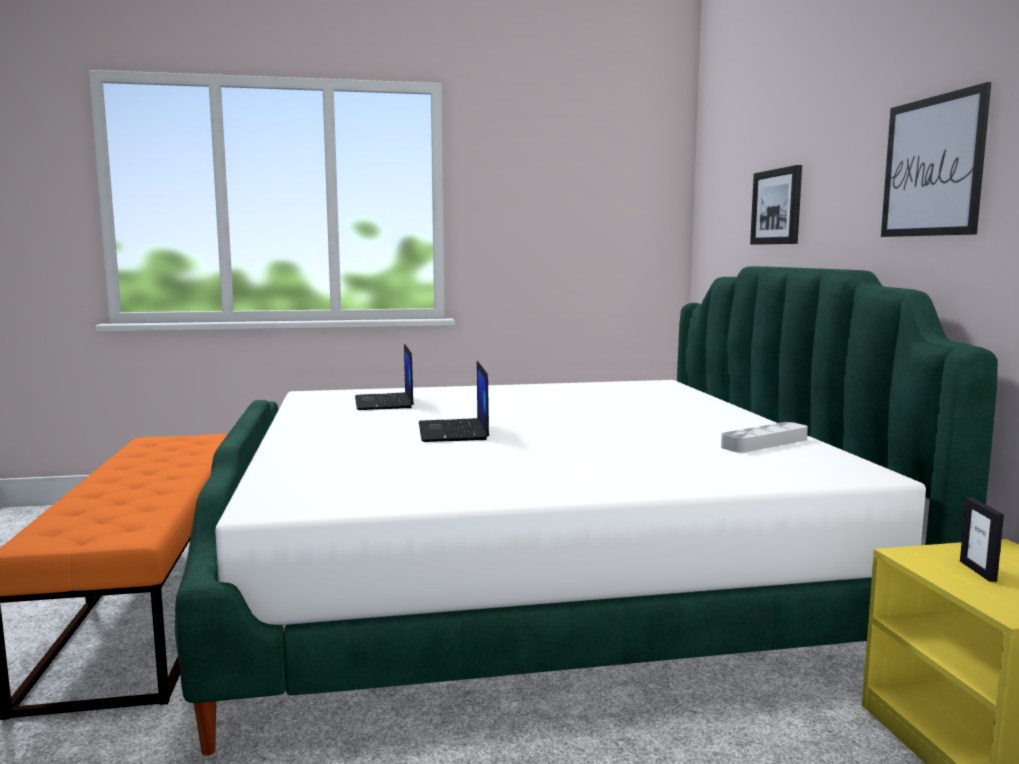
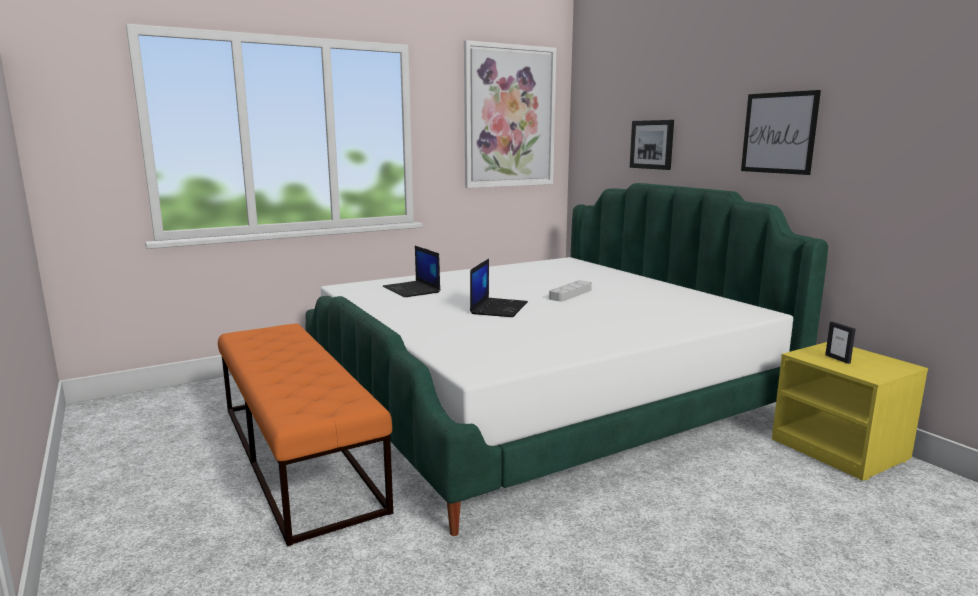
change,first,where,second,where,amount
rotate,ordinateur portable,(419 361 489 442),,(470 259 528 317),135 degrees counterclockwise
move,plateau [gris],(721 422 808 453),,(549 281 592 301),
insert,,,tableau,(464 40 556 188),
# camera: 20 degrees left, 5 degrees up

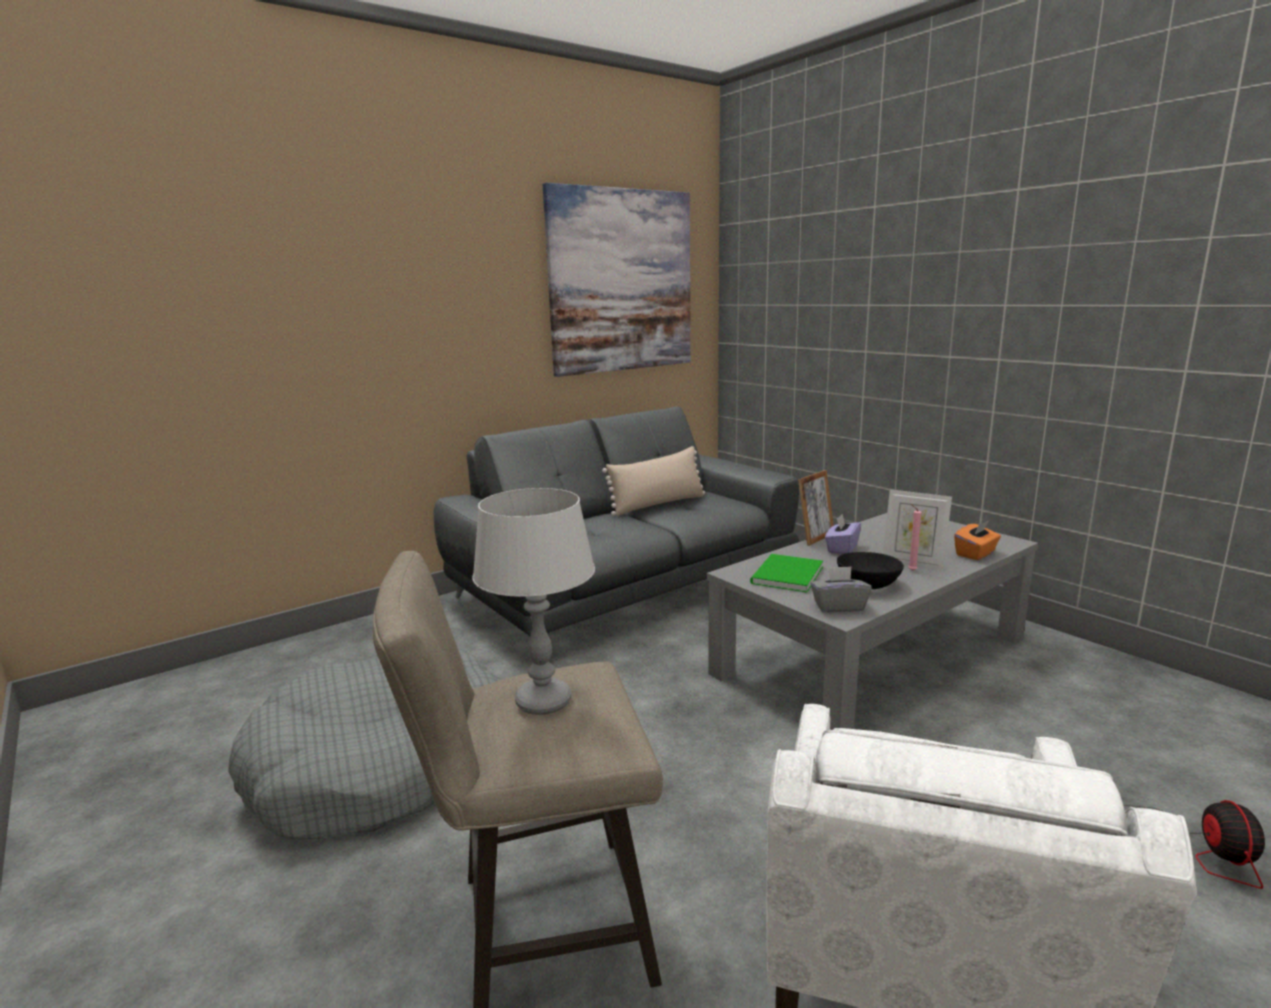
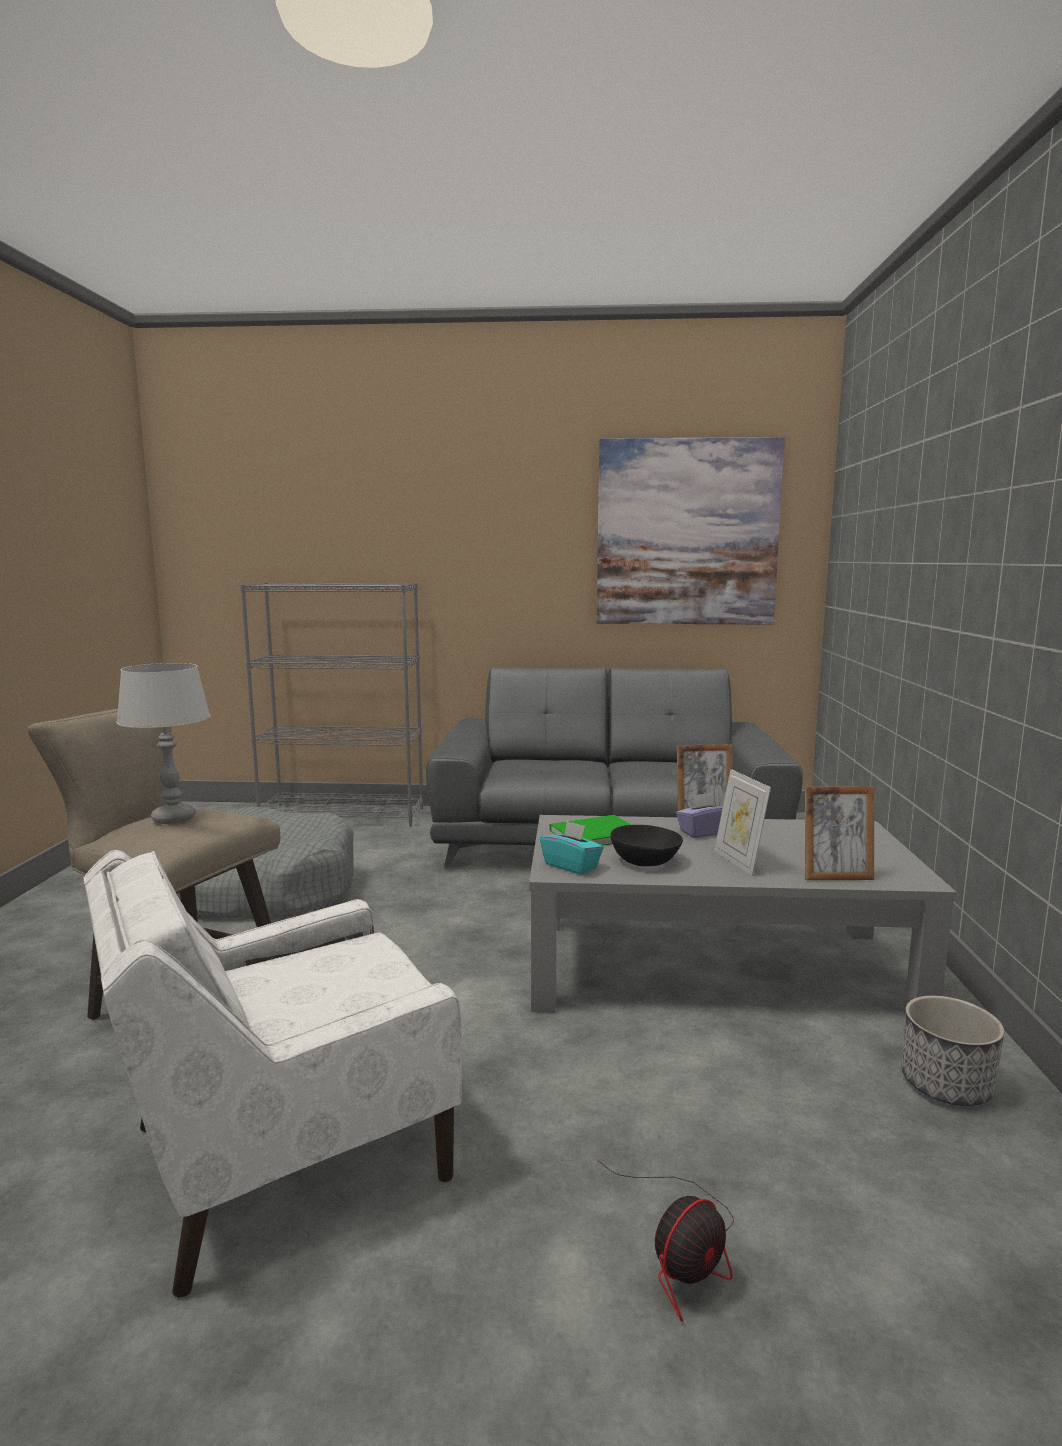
change,first,where,second,where,amount
delete,coussin [beige],(602 446 705 516),,,
recolor,boîte à mouchoirs [gris],(811 566 872 612),boîte à mouchoirs [turquoise],(540 821 604 875),
delete,bougie [rose],(908 504 921 571),,,
replace,boîte à mouchoirs [orange],(954 521 1001 560),cadre photo,(805 786 874 880),
insert,,,bibliothèque [gris],(240 583 423 827),
insert,,,cache-pot,(902 996 1004 1106),
# camera: 40 degrees right, 5 degrees down

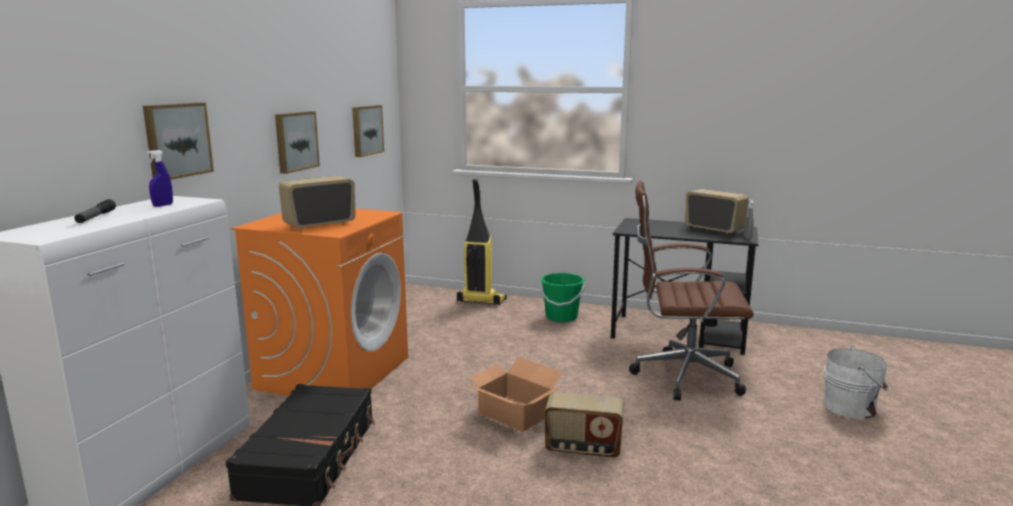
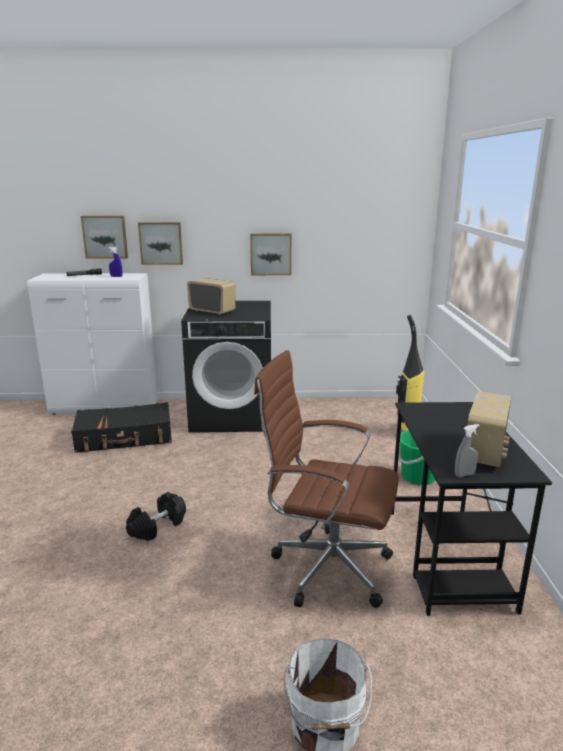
change,first,where,second,where,amount
recolor,lave-linge [orange],(232 208 408 396),lave-linge [noir],(181 301 271 432),
move,tableau,(352 105 384 157),,(81 216 128 259),
delete,carton,(466 357 563 432),,,
replace,radio,(545 392 624 459),haltère [noir],(126 492 186 541),
rotate,chaise de bureau [marron],(629 181 754 401),,(254 350 399 608),60 degrees counterclockwise
# camera: 70 degrees right, 5 degrees up

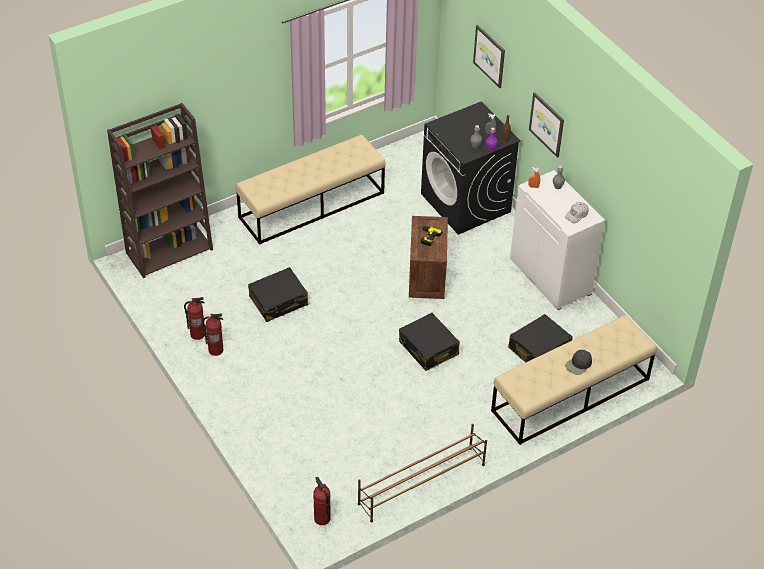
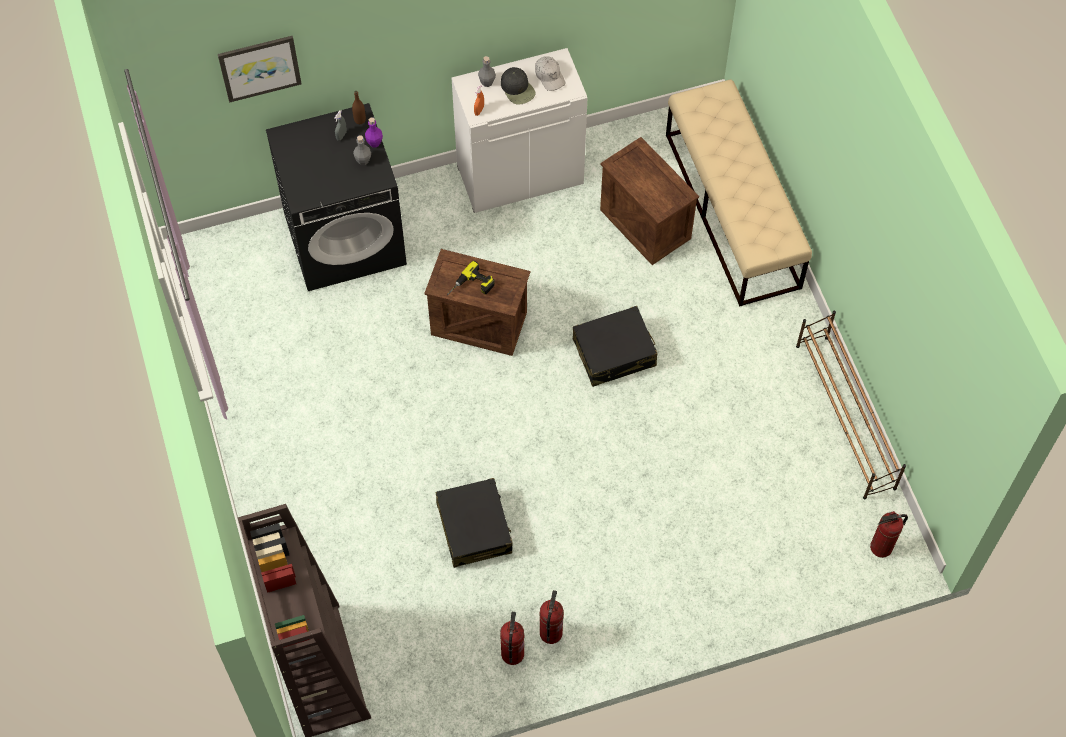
change,first,where,second,where,amount
delete,banc [beige],(236 135 386 245),,,
replace,valise [noir],(508 314 573 363),caisse,(600 137 699 265),
delete,tableau,(529 92 564 158),,,
move,casquette [noir],(565 350 592 375),,(501 67 536 105),
# camera: 75 degrees left, 15 degrees up

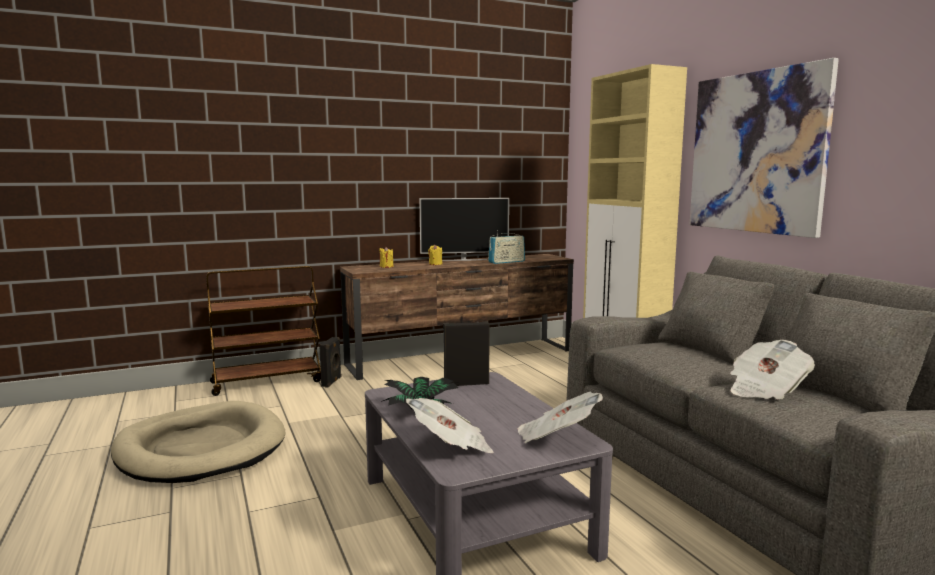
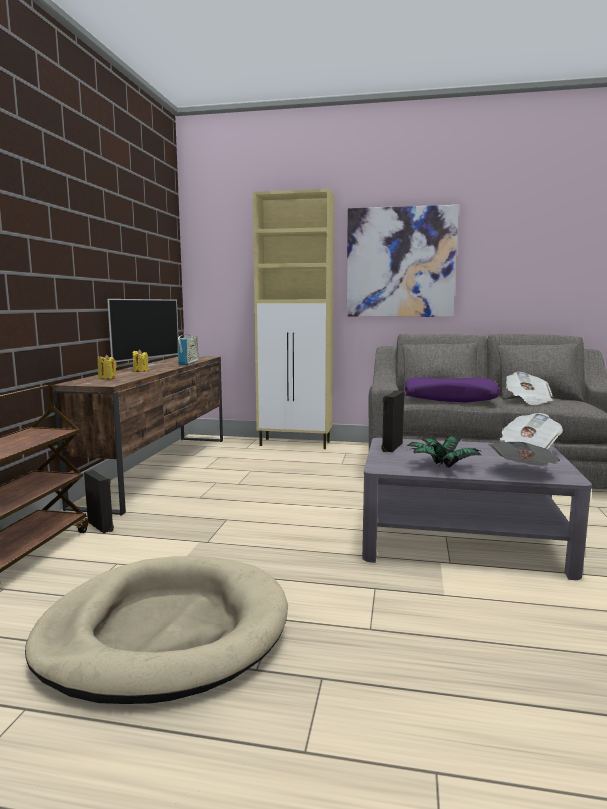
change,first,where,second,where,amount
insert,,,coussin [violet],(405 377 499 403),
# camera: 55 degrees left, 0 degrees up

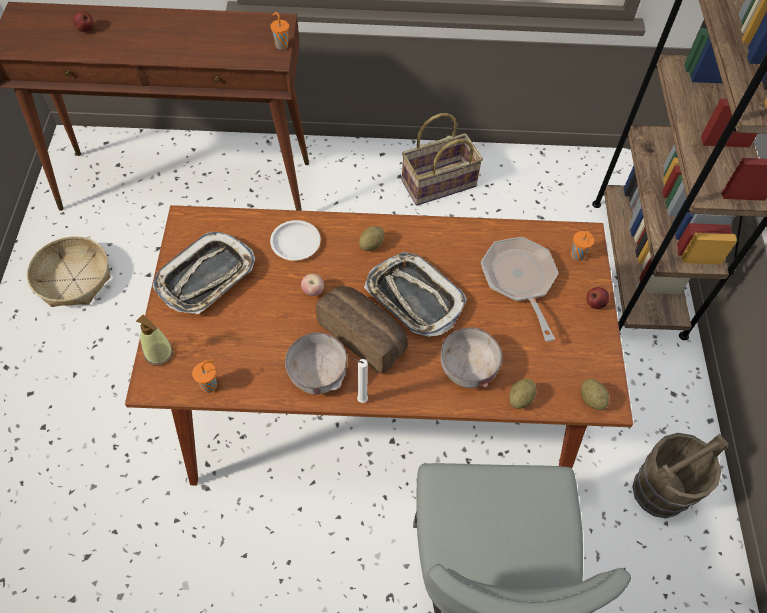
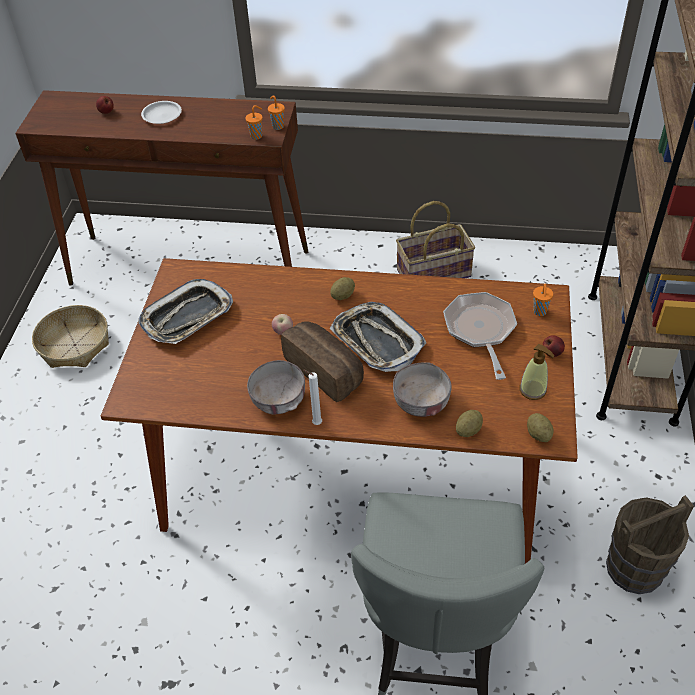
change,first,where,second,where,amount
move,distributeur de savon,(136 315 174 366),,(520 344 555 400),
move,tasse [orange],(192 359 217 393),,(245 105 263 140),
move,assiette [blanc],(270 220 321 261),,(141 101 182 124),
# camera: 10 degrees right, 10 degrees down

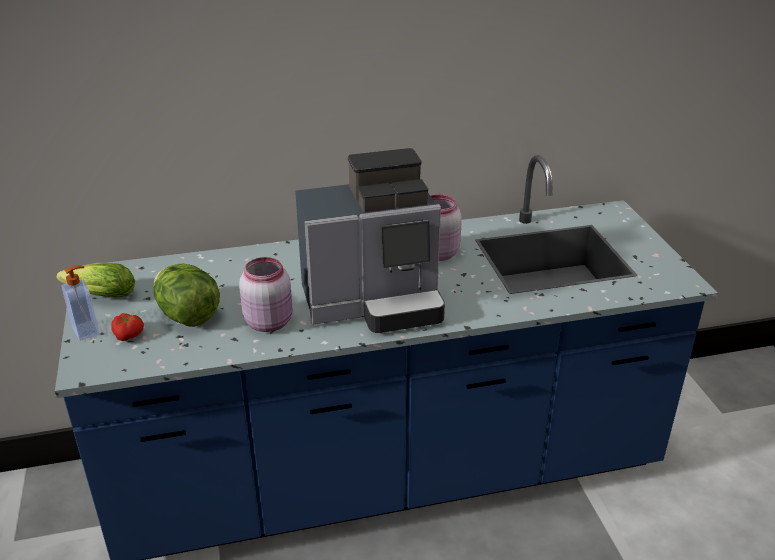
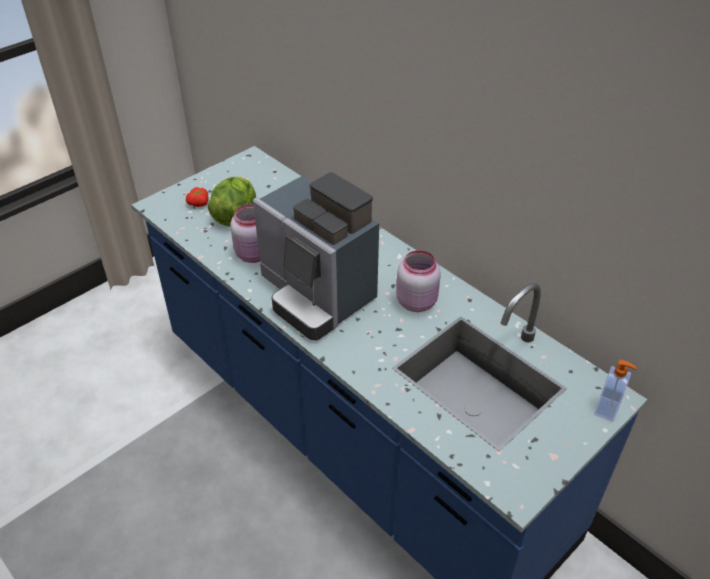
change,first,where,second,where,amount
delete,laitue,(57 263 135 298),,,
move,distributeur de savon,(62 265 100 341),,(594 360 637 422),
# camera: 60 degrees right, 10 degrees up

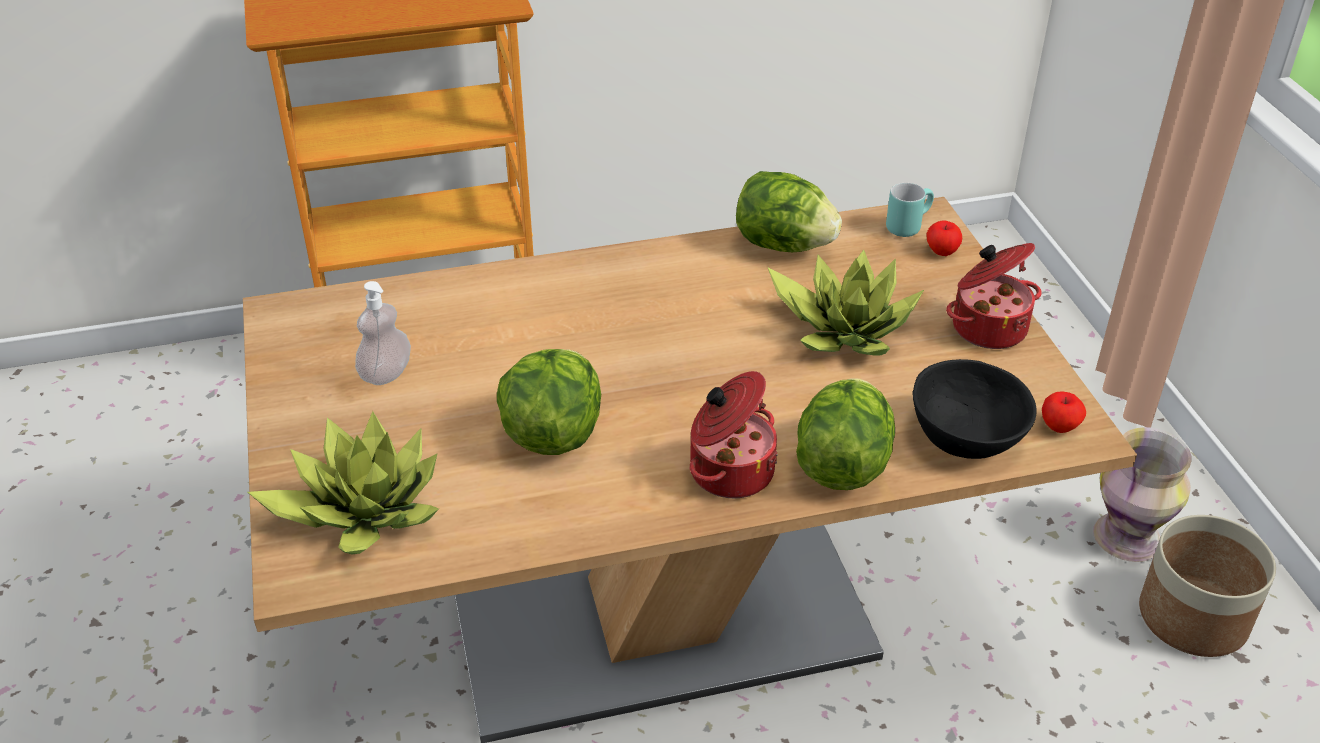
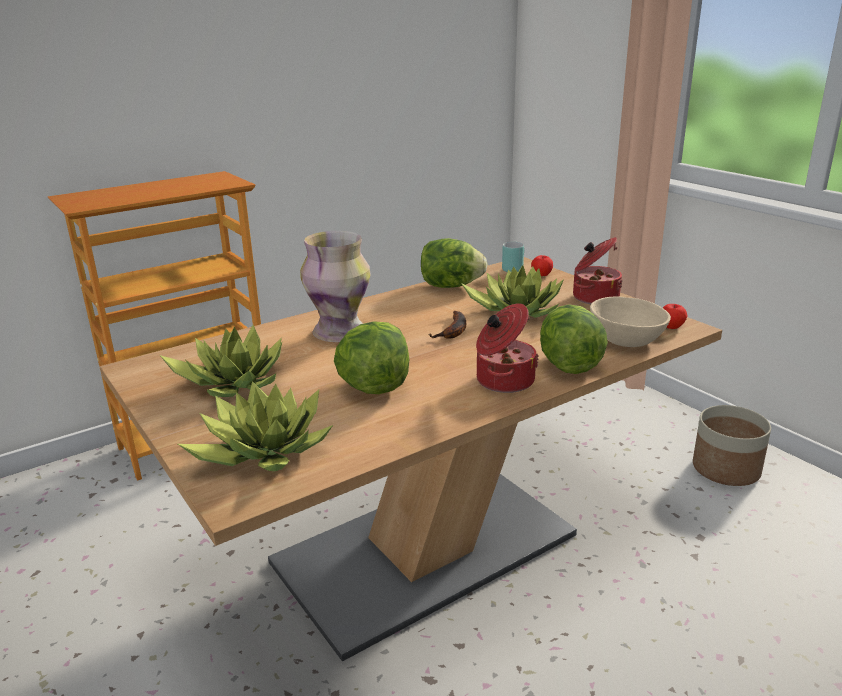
change,first,where,second,where,amount
replace,distributeur de savon,(355 281 411 385),plante en pot,(160 325 282 397),
recolor,bol [noir],(912 359 1037 459),bol [beige],(590 296 671 347),
move,vase,(1093 427 1192 562),,(300 231 371 342),
insert,,,banane,(429 311 466 339),
# camera: 20 degrees left, 15 degrees down

